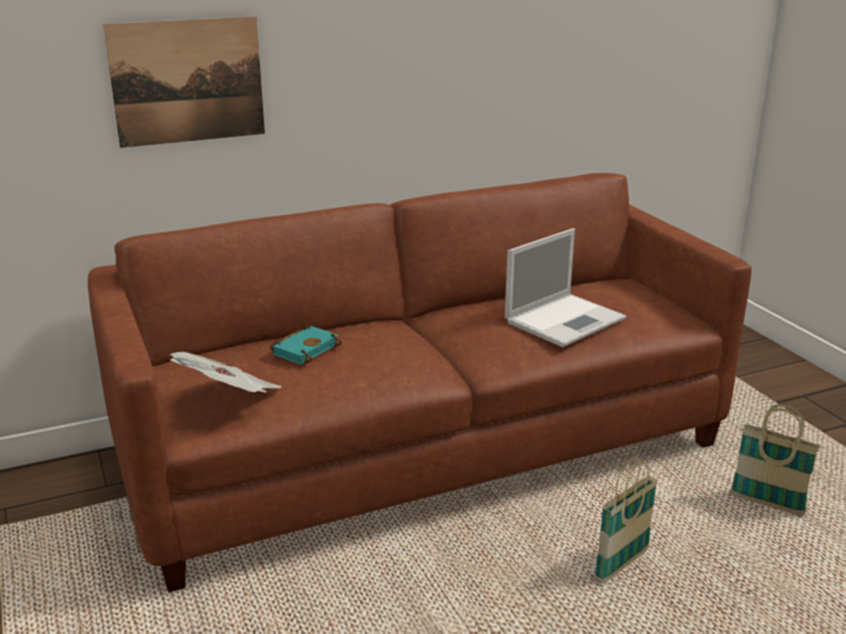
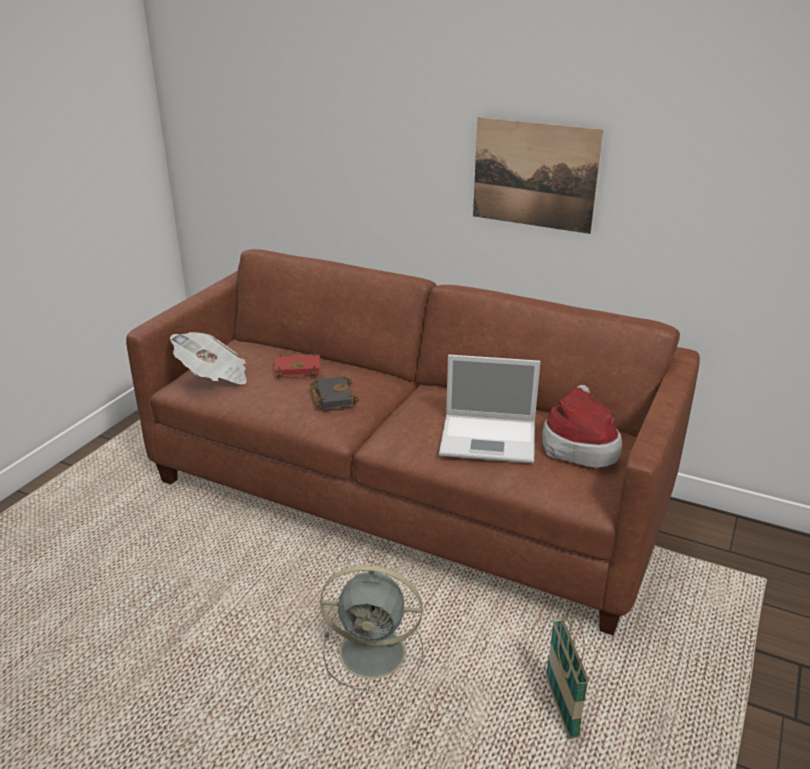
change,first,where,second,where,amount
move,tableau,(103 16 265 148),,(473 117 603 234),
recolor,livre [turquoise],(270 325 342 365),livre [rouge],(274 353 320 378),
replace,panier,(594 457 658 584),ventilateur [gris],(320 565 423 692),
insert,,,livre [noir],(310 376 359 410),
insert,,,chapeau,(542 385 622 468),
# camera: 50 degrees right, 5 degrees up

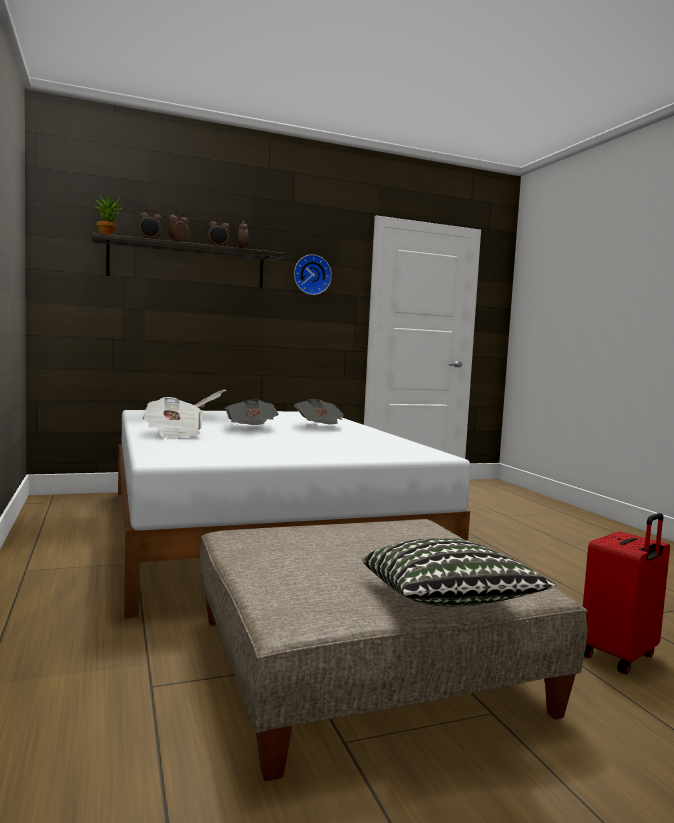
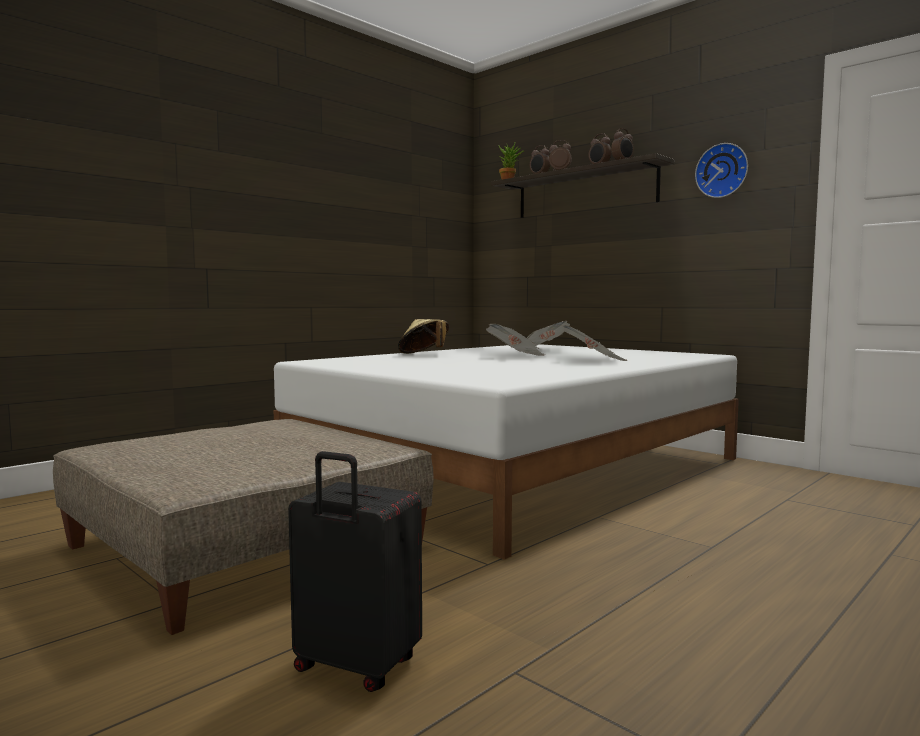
change,first,where,second,where,amount
replace,journal,(142 397 202 440),chapeau [beige],(398 319 449 354),
delete,coussin,(362 538 555 606),,,
recolor,valise [rouge],(583 513 670 674),valise [noir],(288 451 422 692),
# camera: 65 degrees right, 0 degrees up

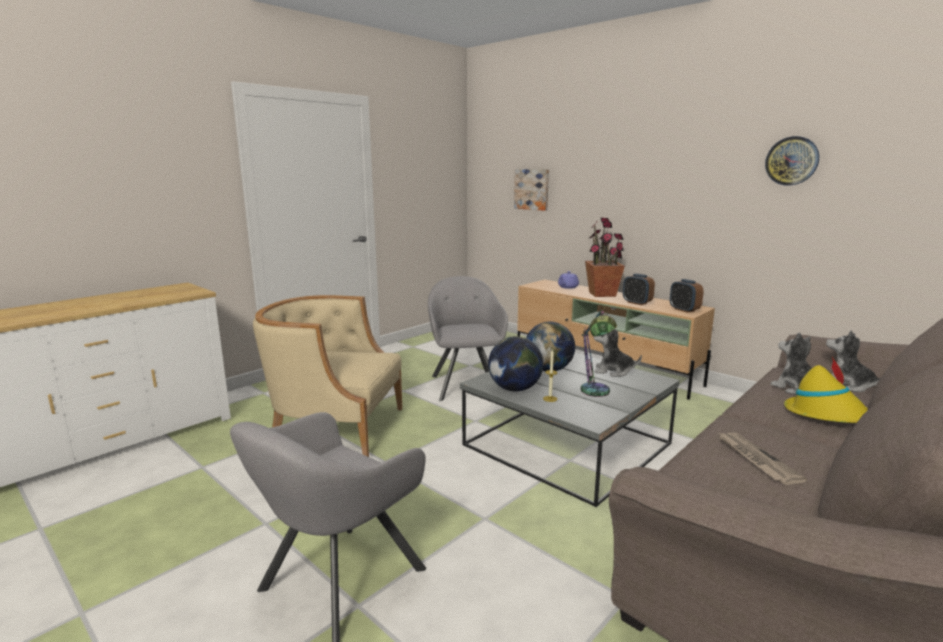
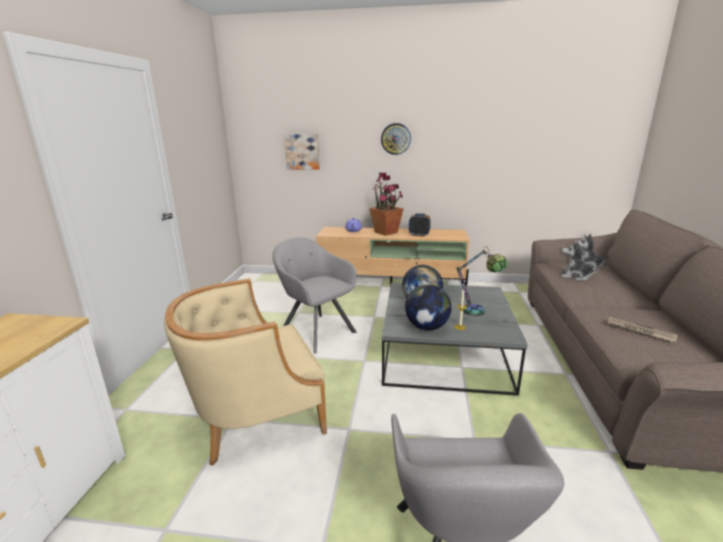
change,first,where,second,where,amount
delete,peluche,(593 330 642 377),,,
delete,réveil,(670 279 704 313),,,
move,horloge murale,(765 136 819 186),,(381 123 411 155),
delete,chapeau [jaune],(784 357 868 423),,,
# camera: 35 degrees left, 5 degrees up

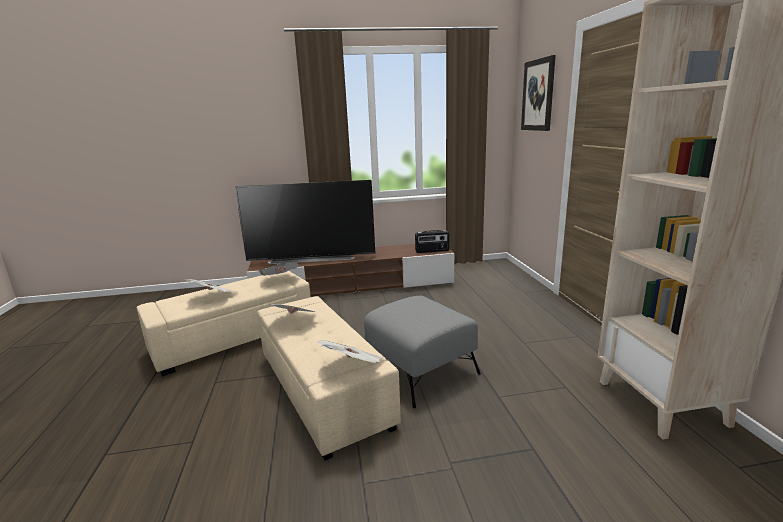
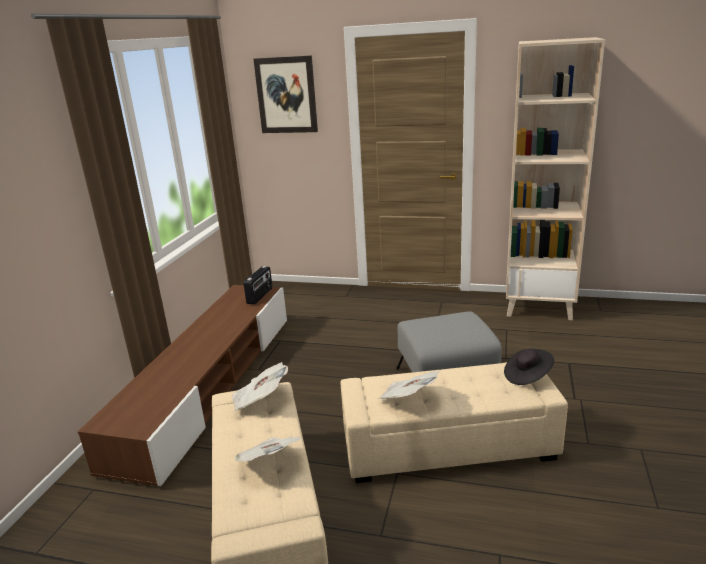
change,first,where,second,where,amount
delete,téléviseur,(235 180 375 264),,,
replace,journal,(317 340 385 363),chapeau [noir],(504 349 554 385),
# camera: 65 degrees left, 5 degrees up

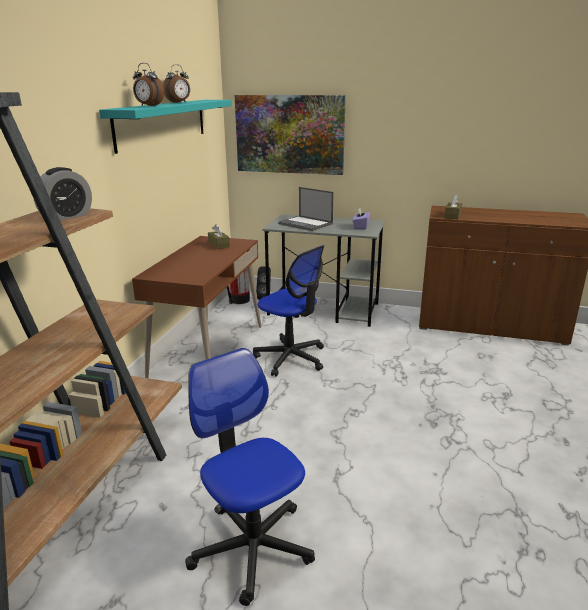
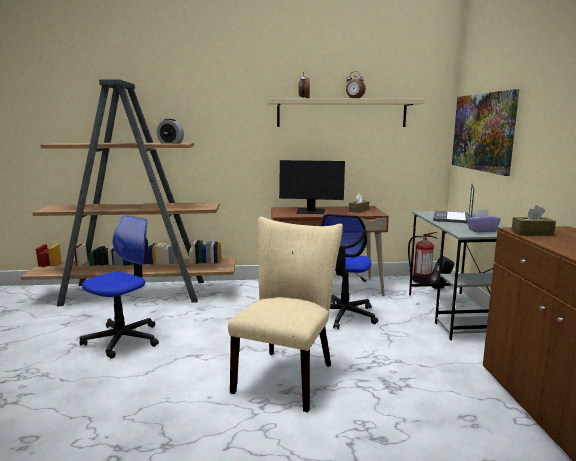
change,first,where,second,where,amount
recolor,étagère [turquoise],(99 100 232 154),étagère [beige],(267 98 425 127),
insert,,,chaise [beige],(228 217 343 412),
insert,,,écran d'ordinateur,(279 160 345 214),
# camera: 70 degrees right, 10 degrees down

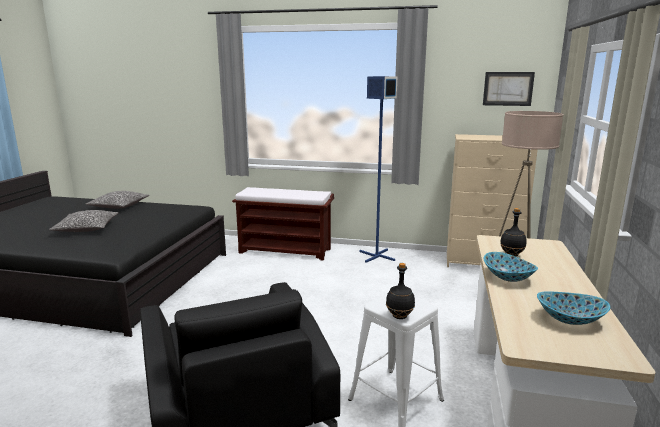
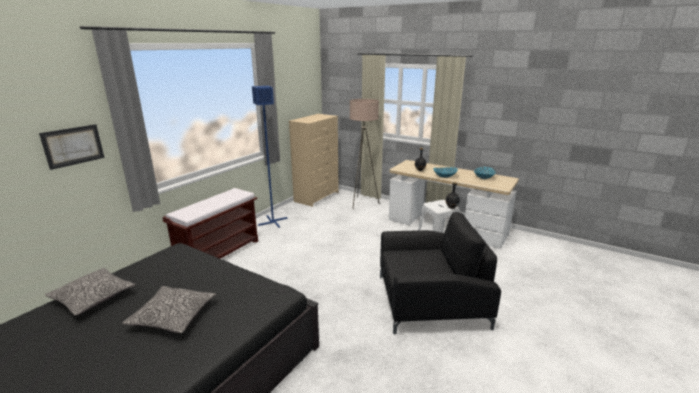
change,first,where,second,where,amount
move,tableau,(483 72 535 106),,(39 124 104 170),
# camera: 70 degrees left, 5 degrees up

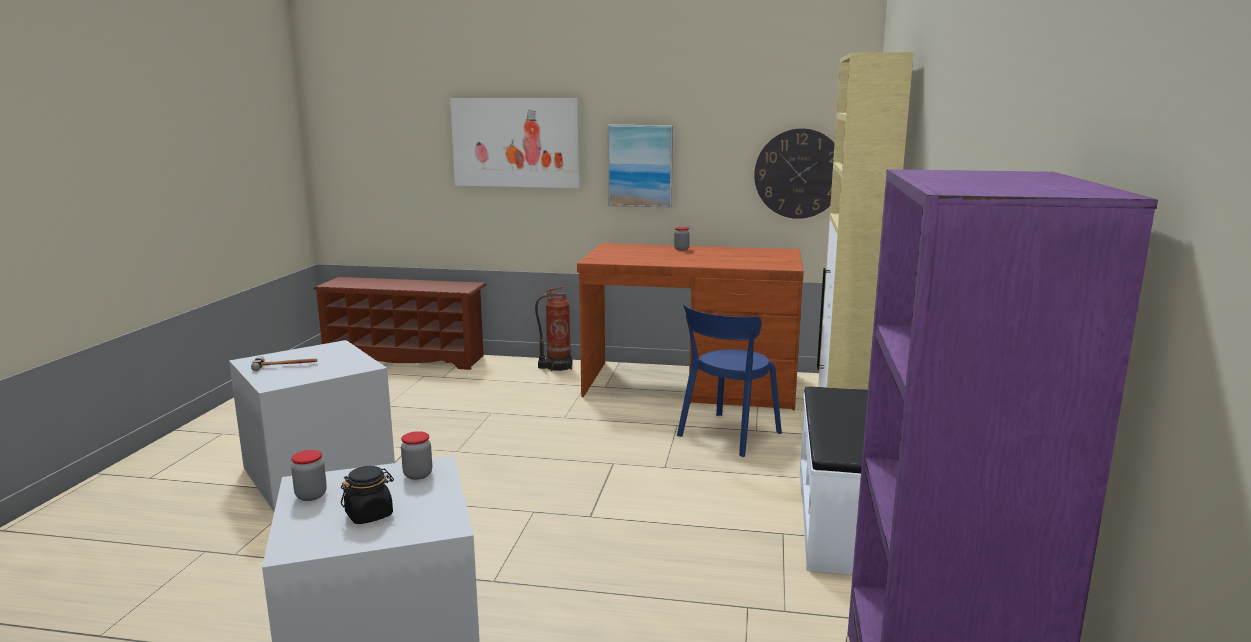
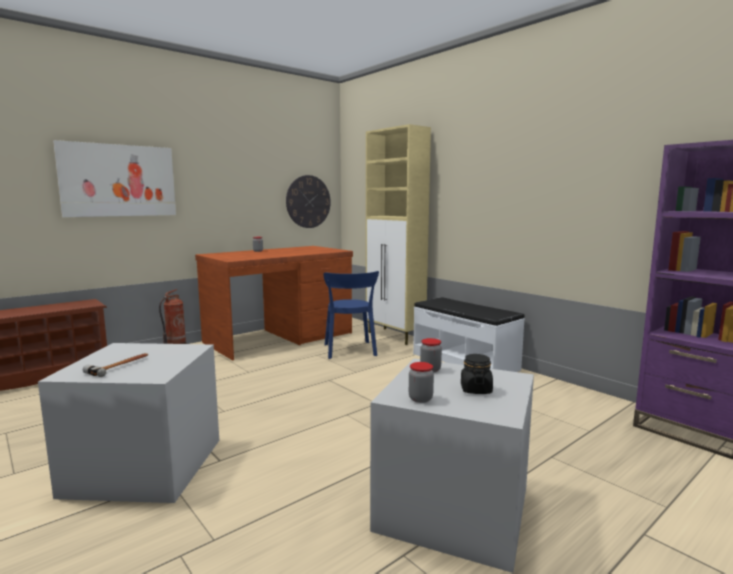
change,first,where,second,where,amount
delete,tableau,(608 125 673 207),,,
# camera: 50 degrees left, 5 degrees down

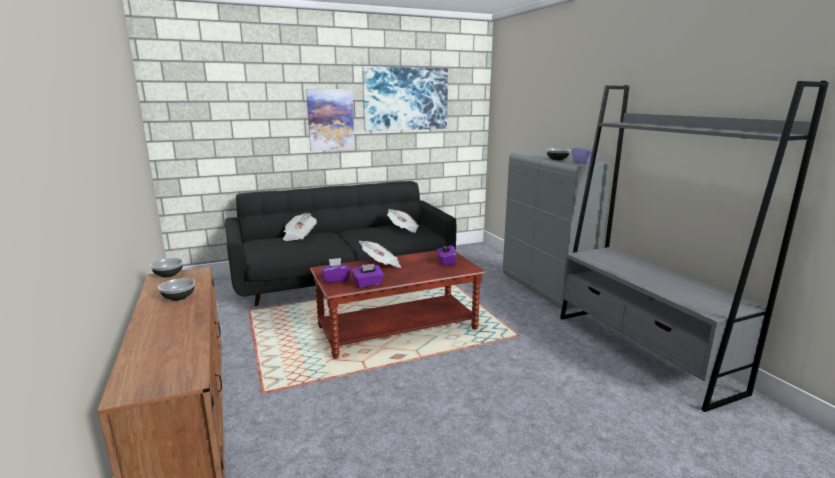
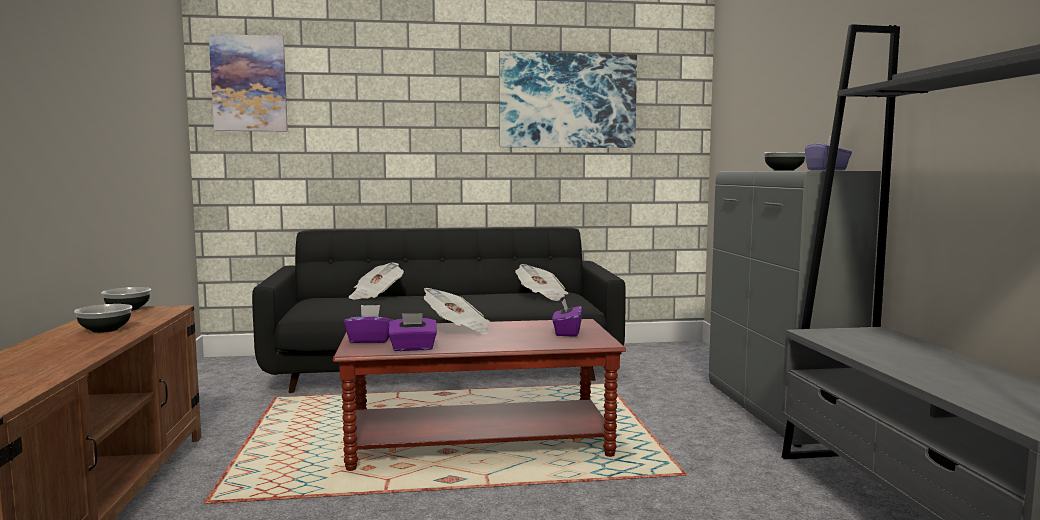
change,first,where,second,where,amount
move,tableau,(306 89 355 151),,(209 34 288 131),
# camera: 15 degrees right, 10 degrees down

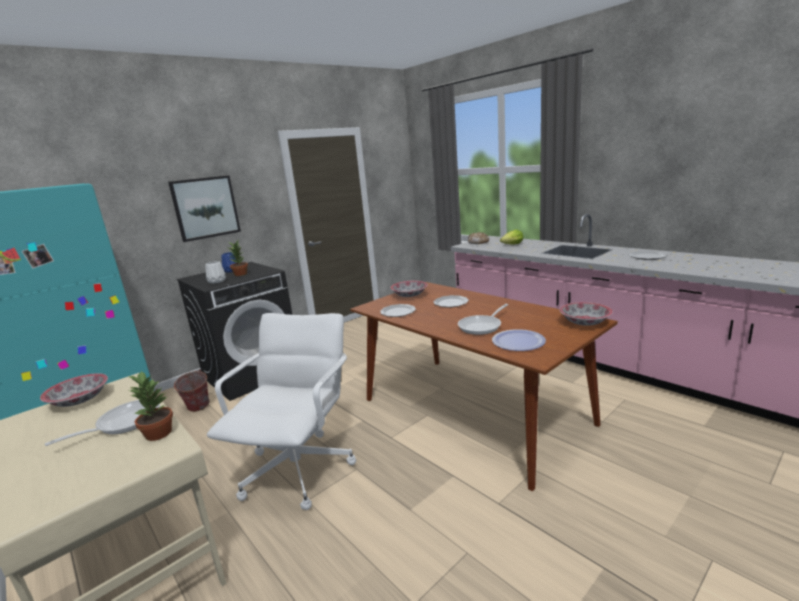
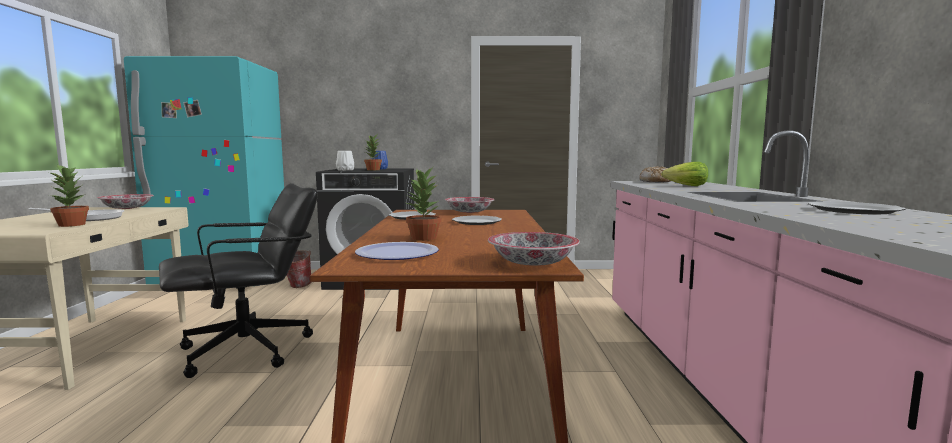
change,first,where,second,where,amount
delete,tableau,(168 175 241 242),,,
recolor,chaise de bureau [blanc],(207 313 356 510),chaise de bureau [noir],(159 183 318 378),
replace,poêle,(458 304 508 335),plante en pot,(406 167 441 241),
# camera: 40 degrees right, 10 degrees down

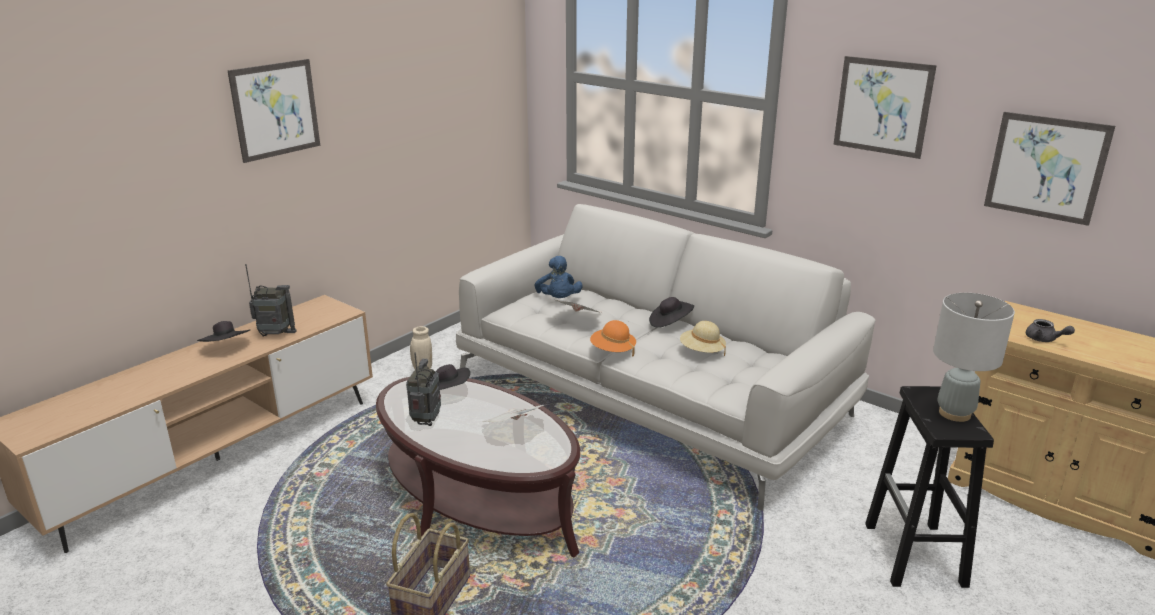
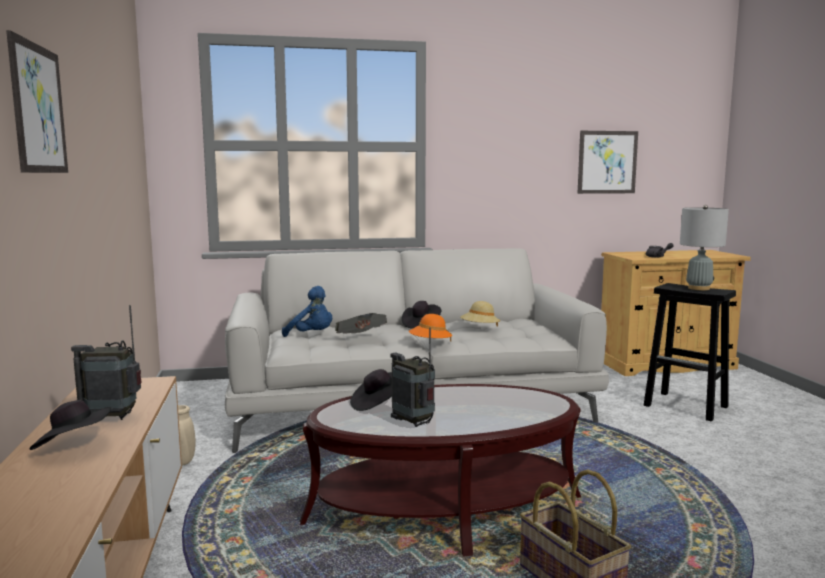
change,first,where,second,where,amount
rotate,radio,(245 264 297 337),,(71 305 142 420),135 degrees counterclockwise
delete,journal,(482 404 549 422),,,
delete,tableau,(833 56 937 159),,,
# camera: 50 degrees left, 15 degrees down

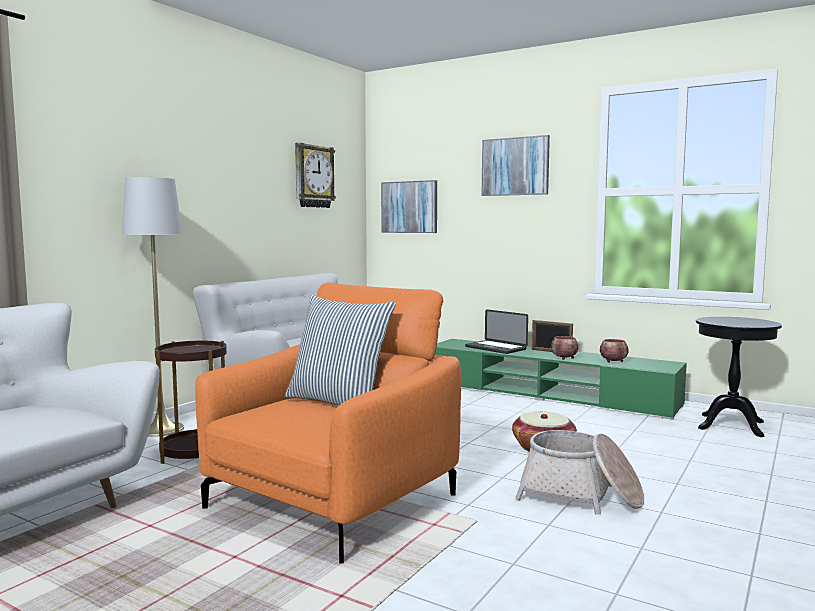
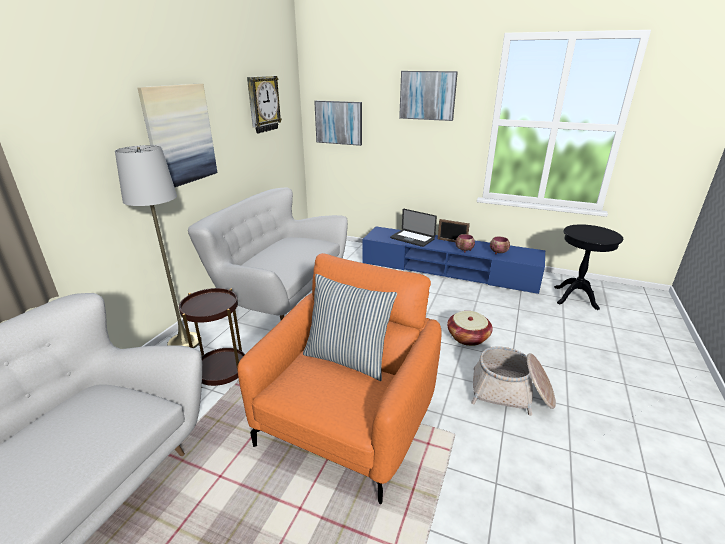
change,first,where,second,where,amount
recolor,meuble télé [vert],(435 339 687 420),meuble télé [bleu],(363 227 545 294),
insert,,,tableau,(138 83 217 187),
# camera: 10 degrees left, 20 degrees up

